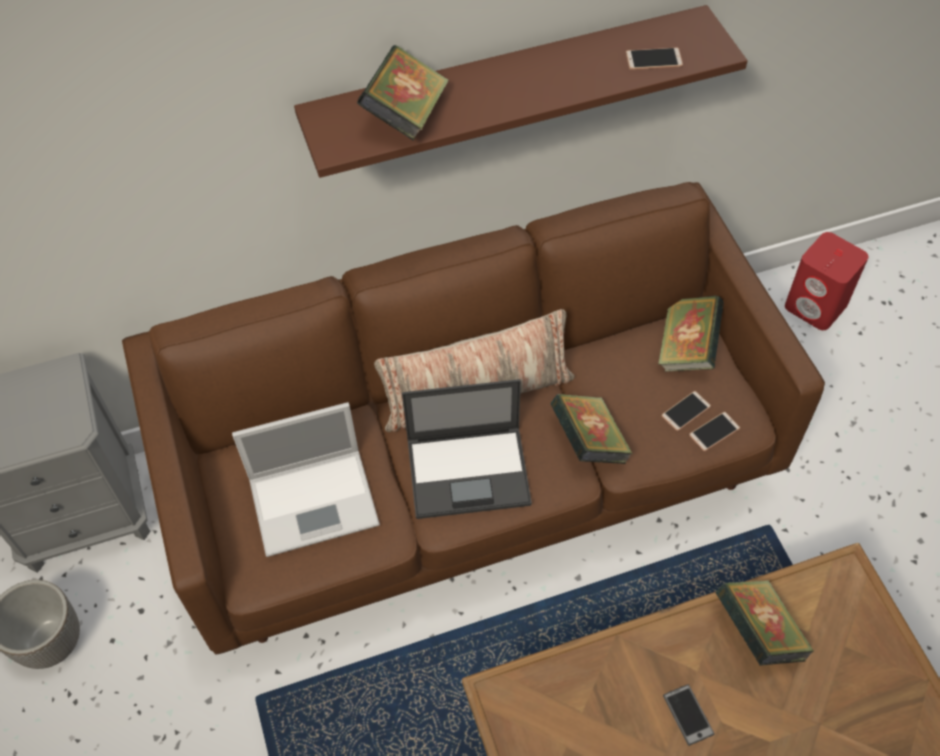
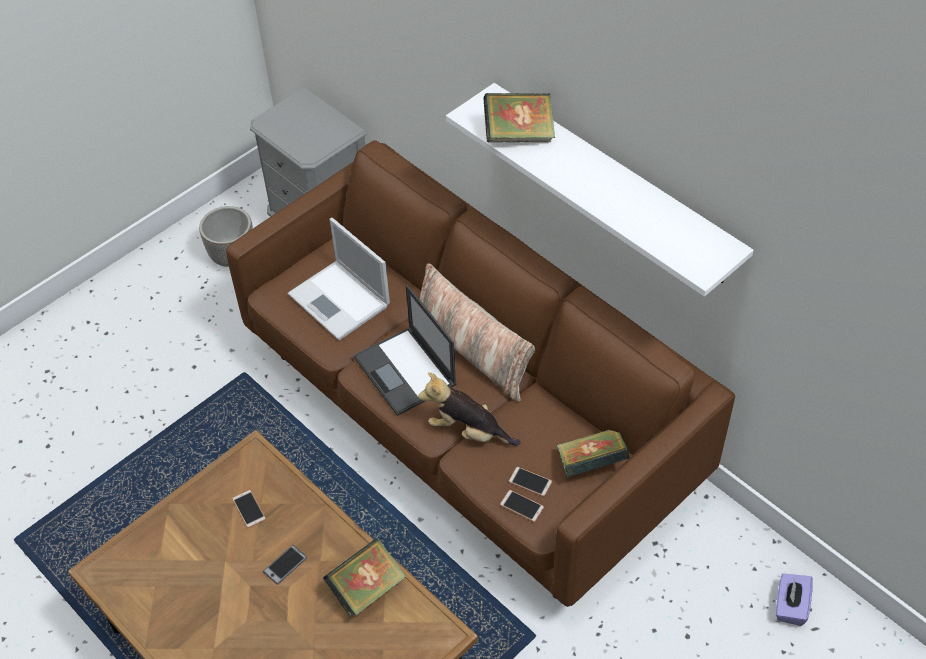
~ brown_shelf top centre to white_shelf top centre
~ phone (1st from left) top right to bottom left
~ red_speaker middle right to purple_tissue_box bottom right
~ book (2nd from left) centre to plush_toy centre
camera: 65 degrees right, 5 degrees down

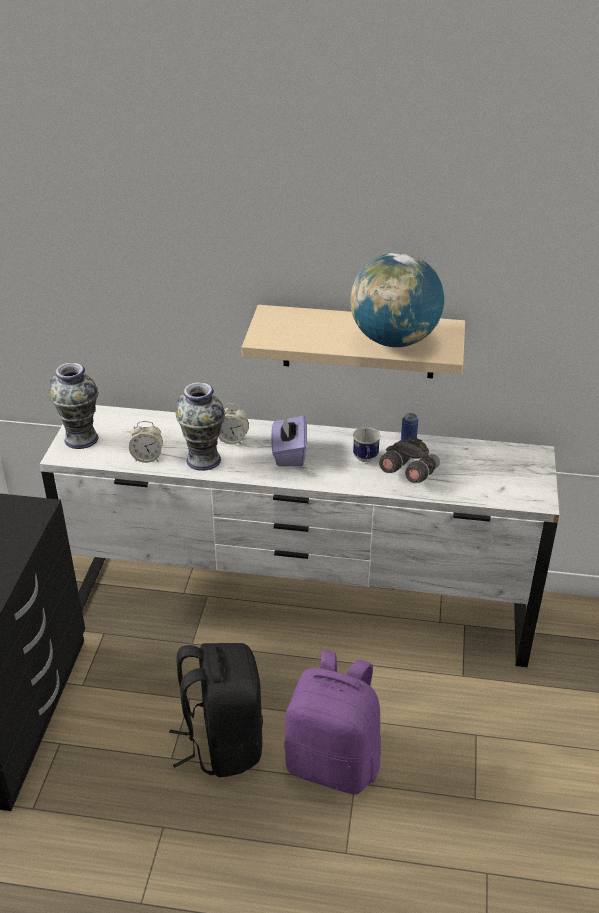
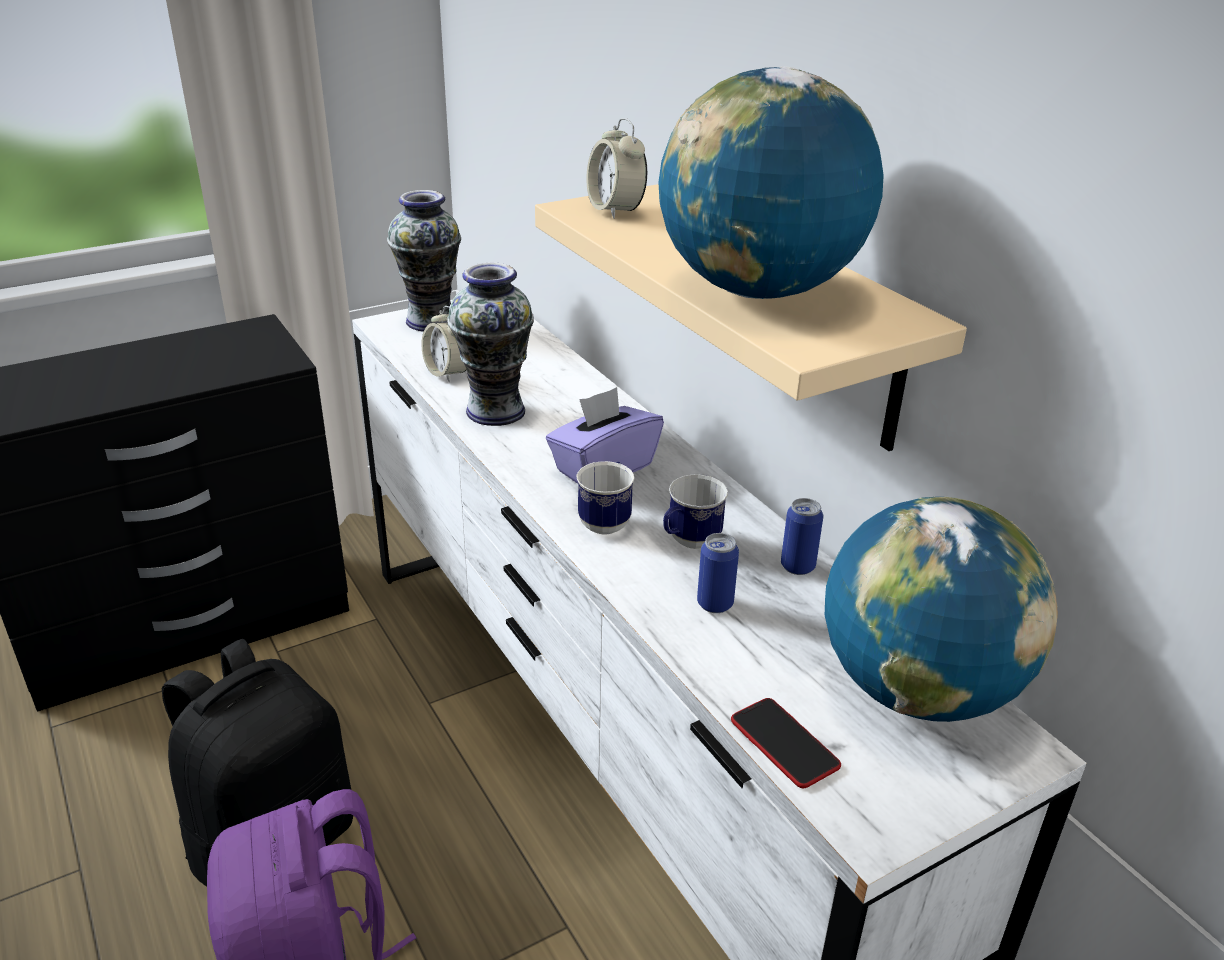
~ alarm_clock (2nd from left) centre to top centre
~ grey_binoculars middle right to can (1st from left) centre
+ mug (1st from left) centre
+ globe (2nd from left) middle right
+ phone bottom centre
camera: 50 degrees right, 5 degrees down

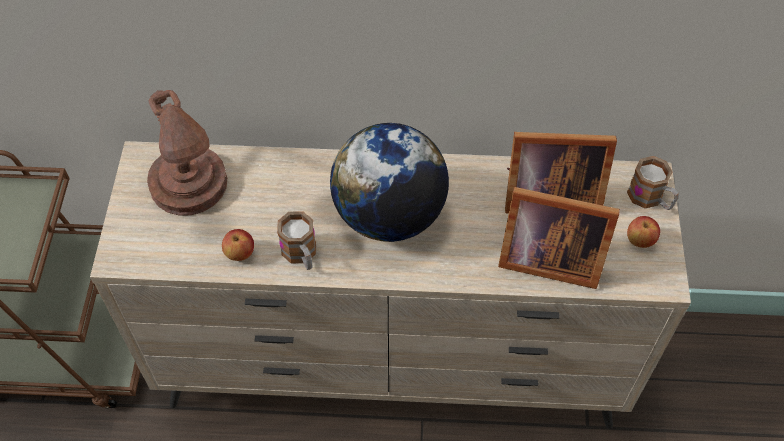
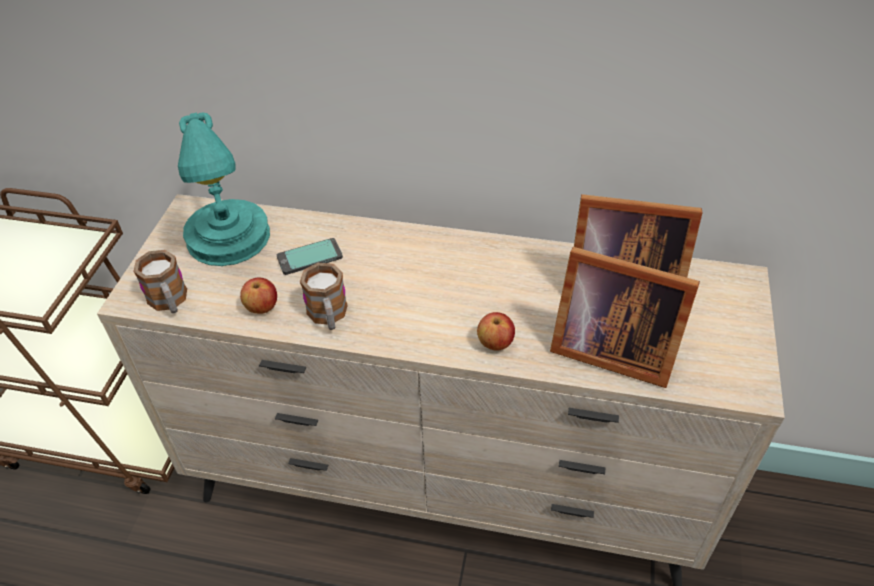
~ brown_table_lamp middle left to turquoise_table_lamp top left
- globe centre
~ mug (2nd from left in the first image) middle right to mug (1st from left) middle left
~ apple (2nd from left) middle right to centre
+ phone centre
camera: 10 degrees right, 10 degrees down

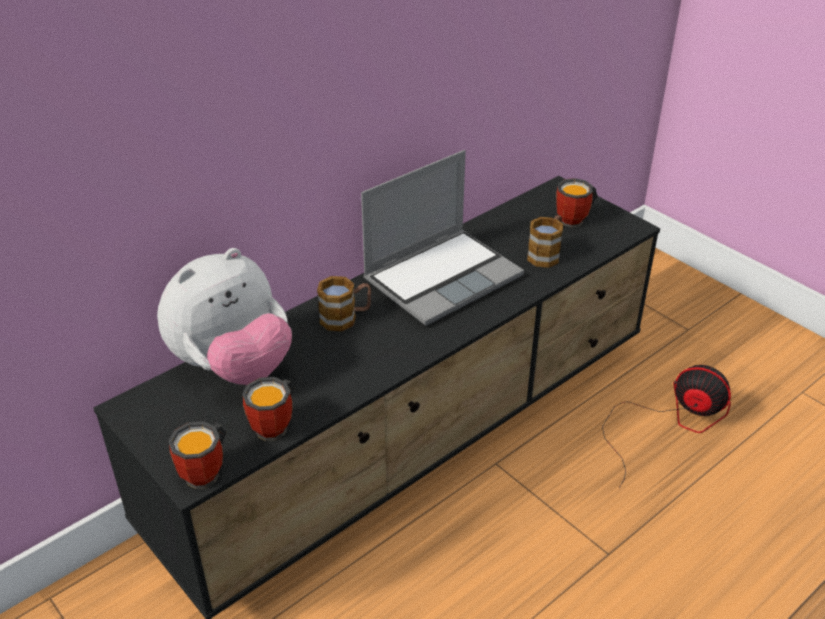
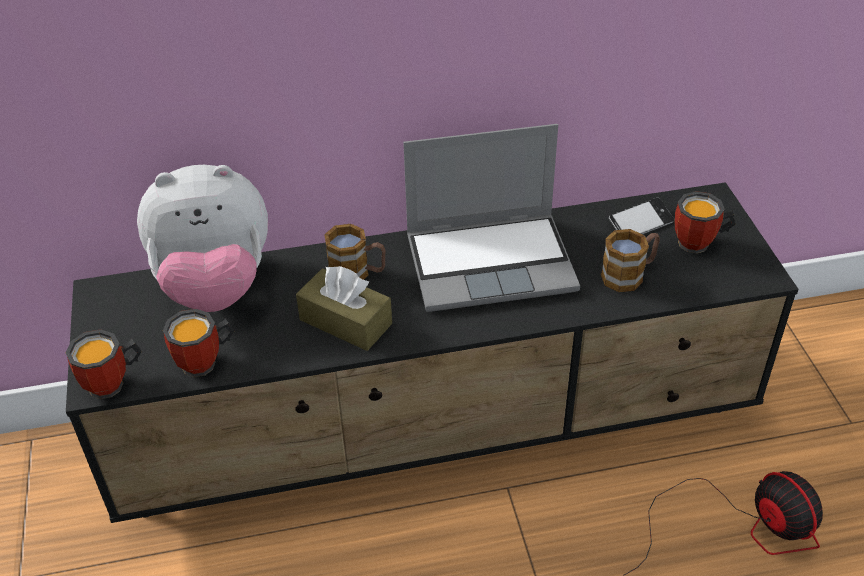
+ phone middle right
+ brown_tissue_box centre
camera: 30 degrees right, 5 degrees up

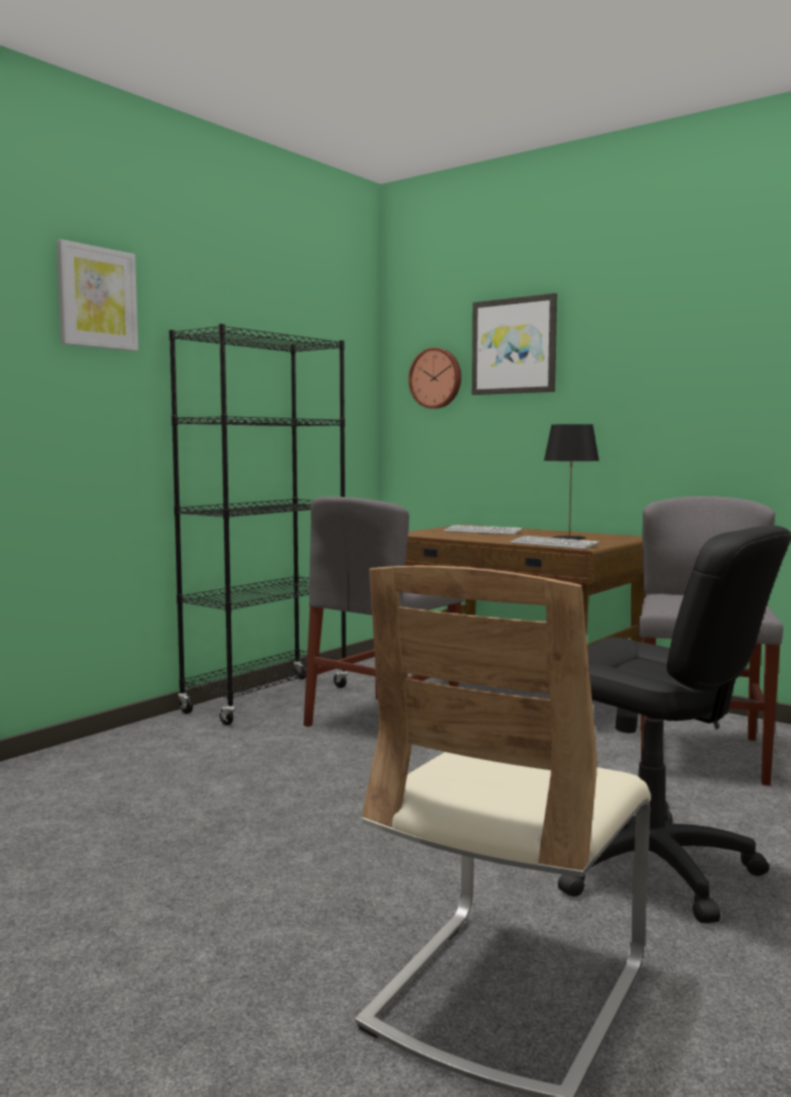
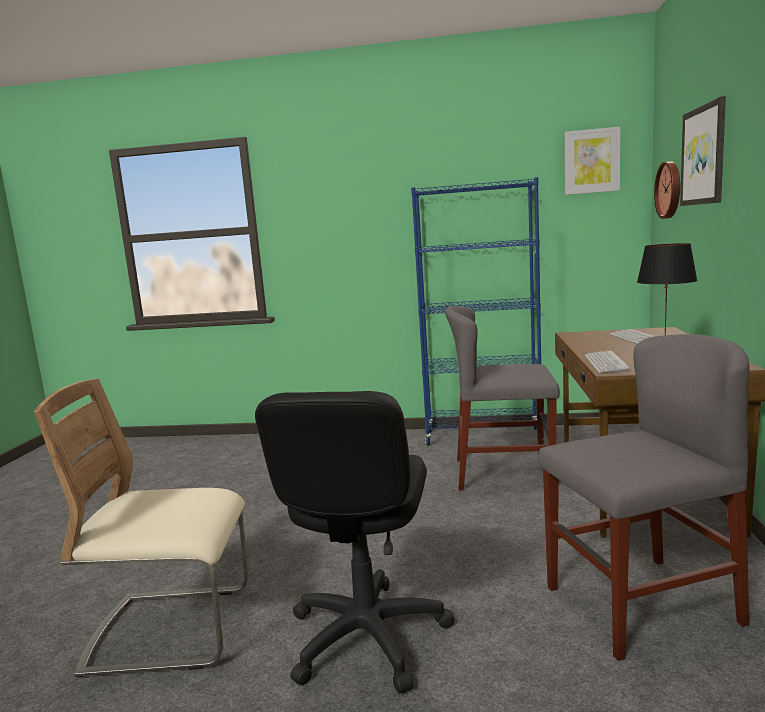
~ picture (1st from left) top left to top right
~ black_bookcase middle left to blue_bookcase centre
camera: 60 degrees right, 5 degrees up

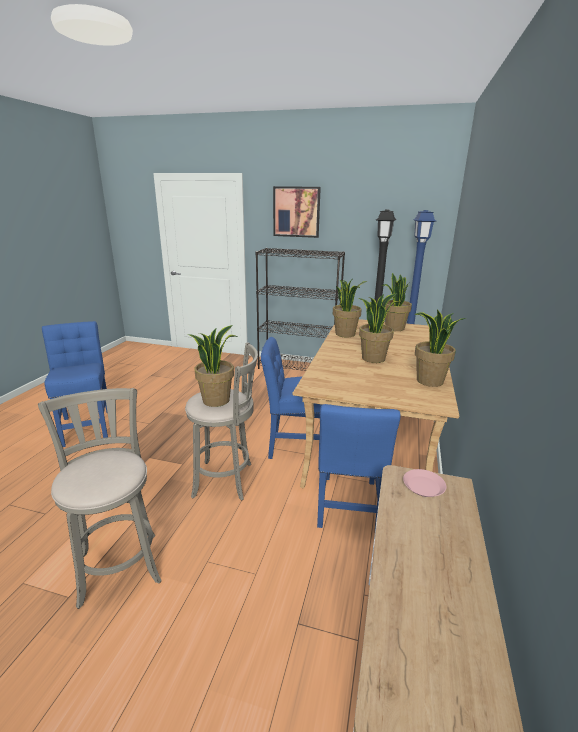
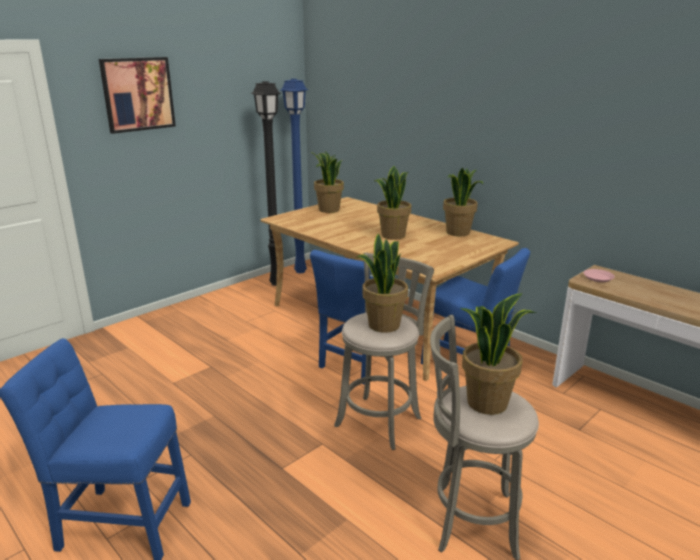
- black_bookcase centre
~ potted_plant (2nd from left in the first image) centre to potted_plant (5th from left) middle right
camera: 60 degrees left, 0 degrees up

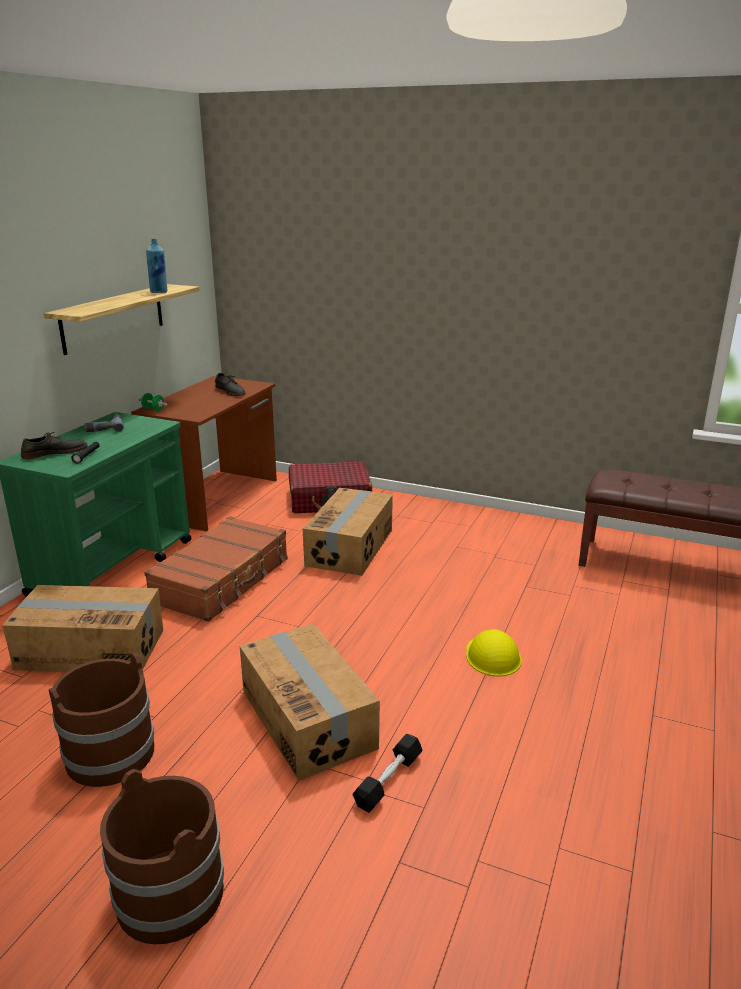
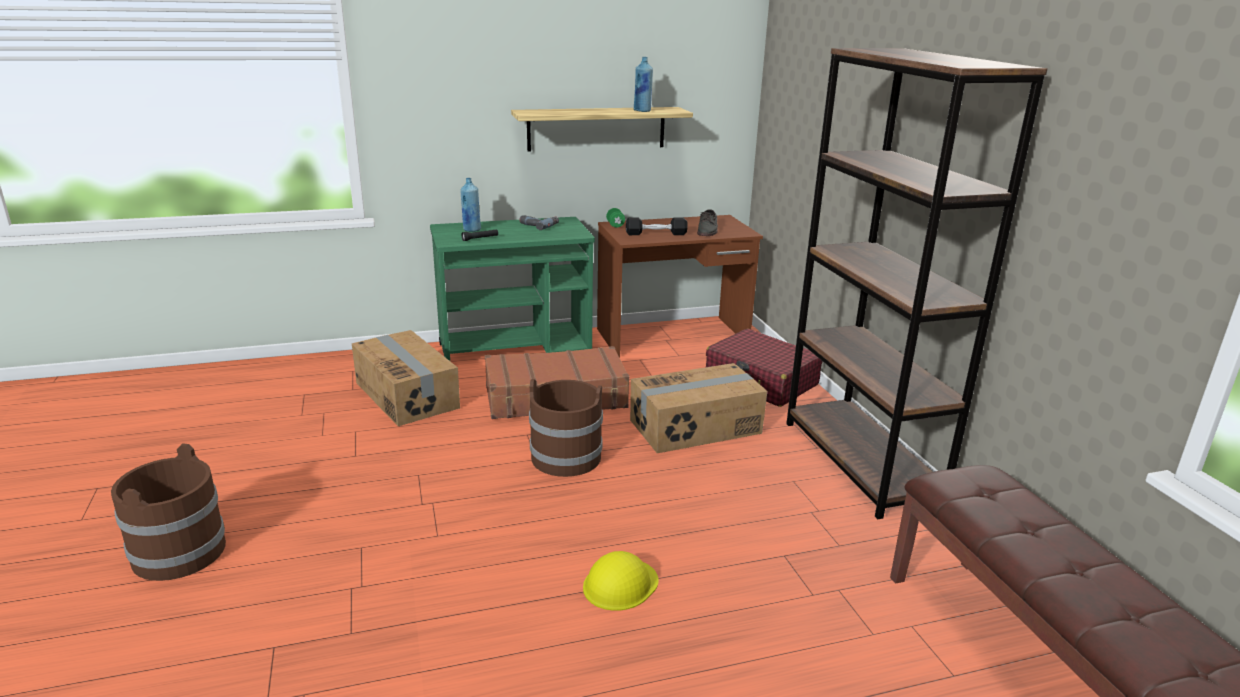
~ grey_shoe (1st from left) middle left to blue_bottle (1st from left) top centre
- cardboard_box (2nd from left) bottom centre
~ brown_bucket (1st from left in the first image) bottom left to brown_bucket (2nd from left) centre
~ black_dumbbell bottom centre to top centre
+ brown_bookcase middle right
camera: 50 degrees right, 0 degrees up

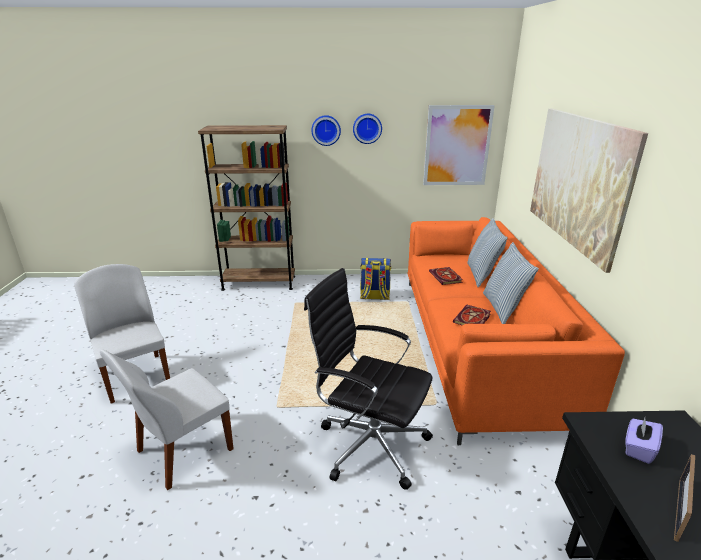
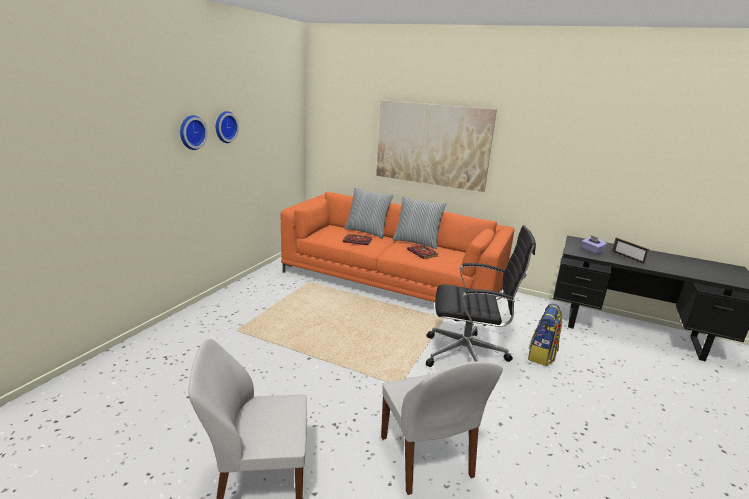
- picture (1st from left) top centre
- brown_bookcase centre
~ backpack centre to bottom right
~ black_office_chair bottom centre = centre 135 degrees counterclockwise
camera: 65 degrees left, 5 degrees down

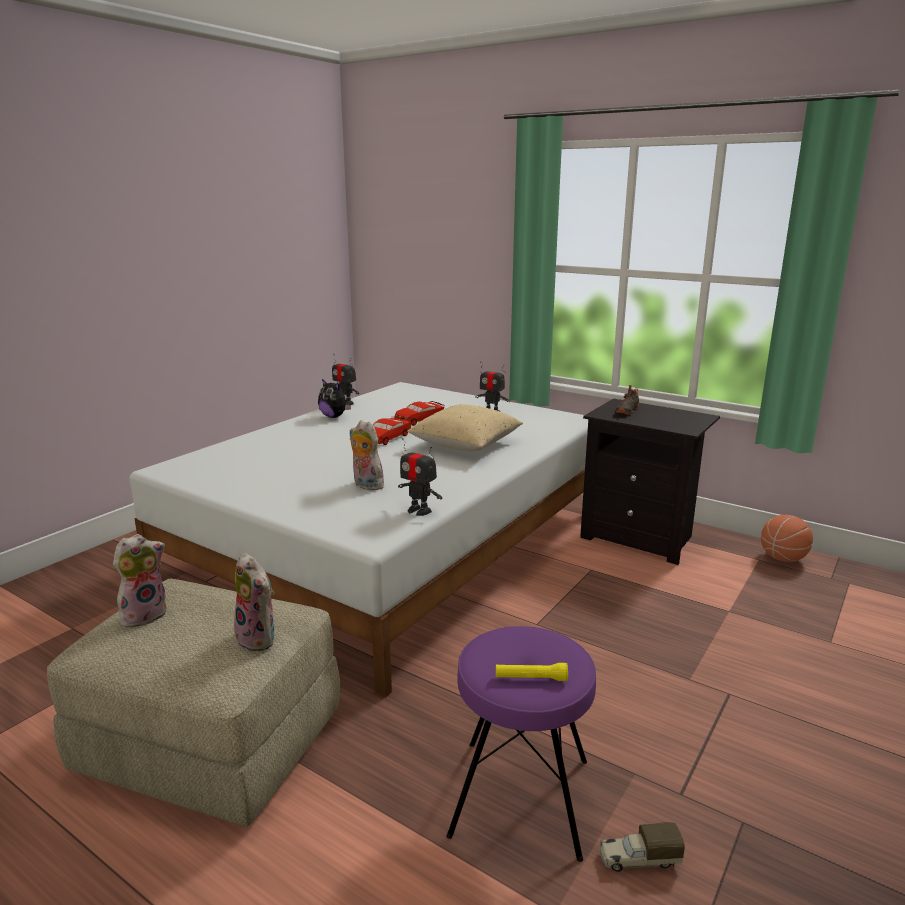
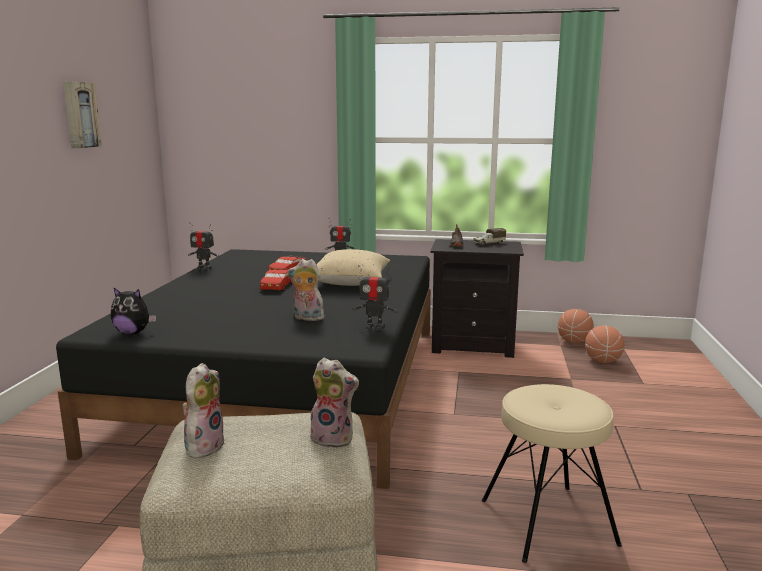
~ plush_toy (3rd from left in the first image) centre to plush_toy (1st from left) middle left
~ white_bed centre to black_bed middle left
~ purple_stool bottom centre to beige_stool bottom right
- yellow_flashlight bottom centre
~ toy_truck bottom right to centre
+ picture top left
+ basketball (2nd from left) middle right
camera: 25 degrees left, 5 degrees down

